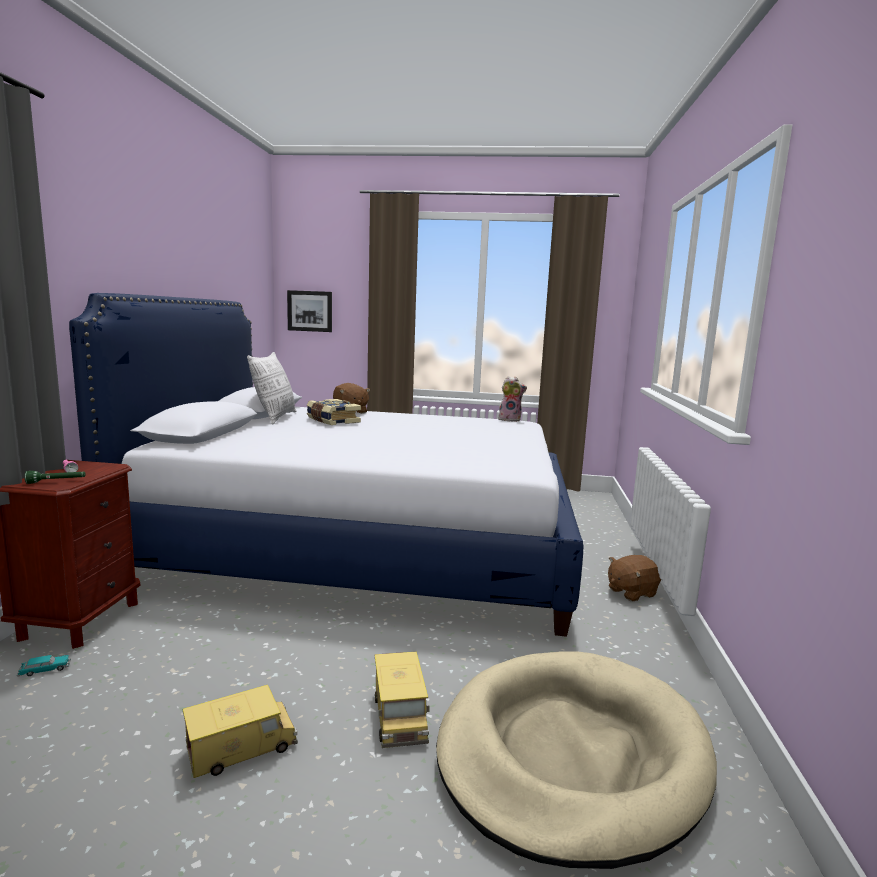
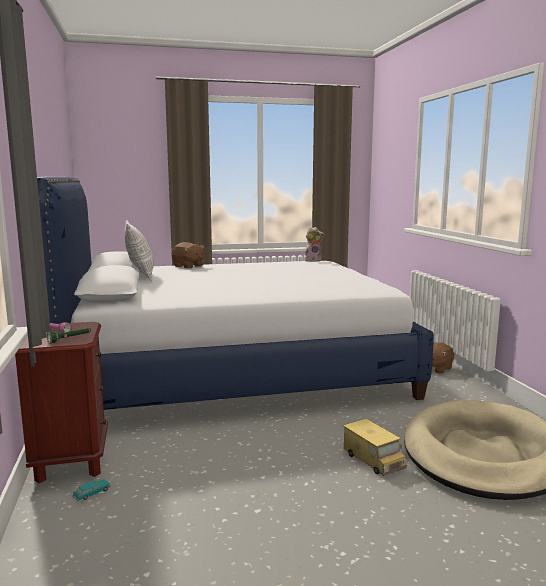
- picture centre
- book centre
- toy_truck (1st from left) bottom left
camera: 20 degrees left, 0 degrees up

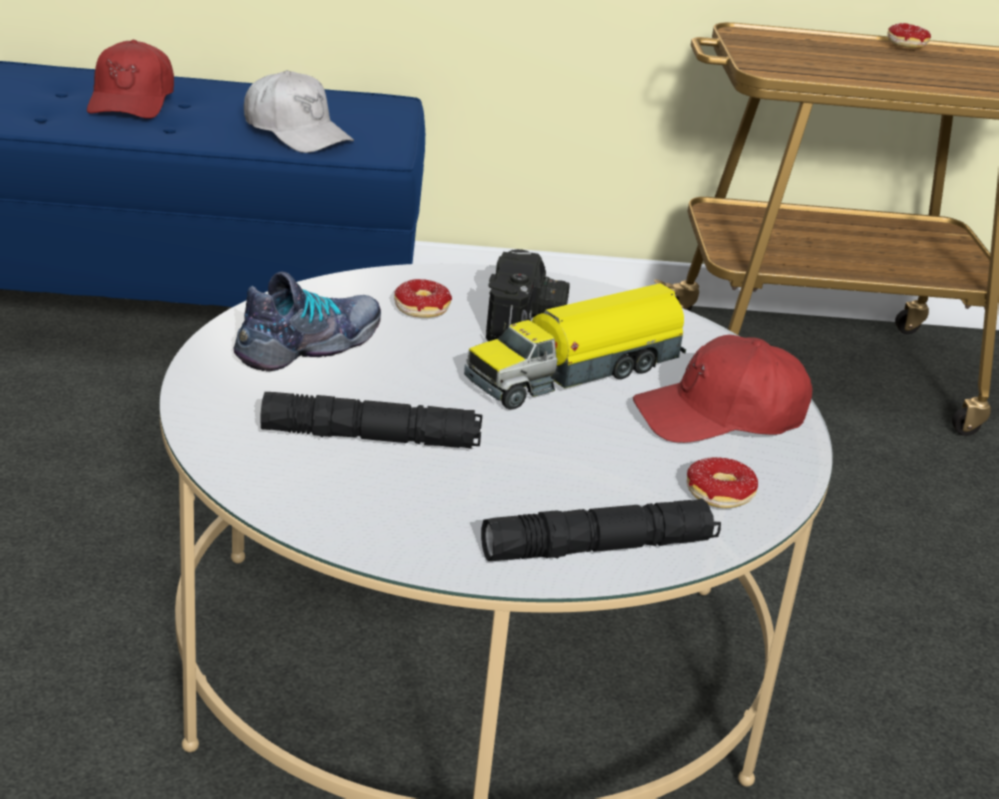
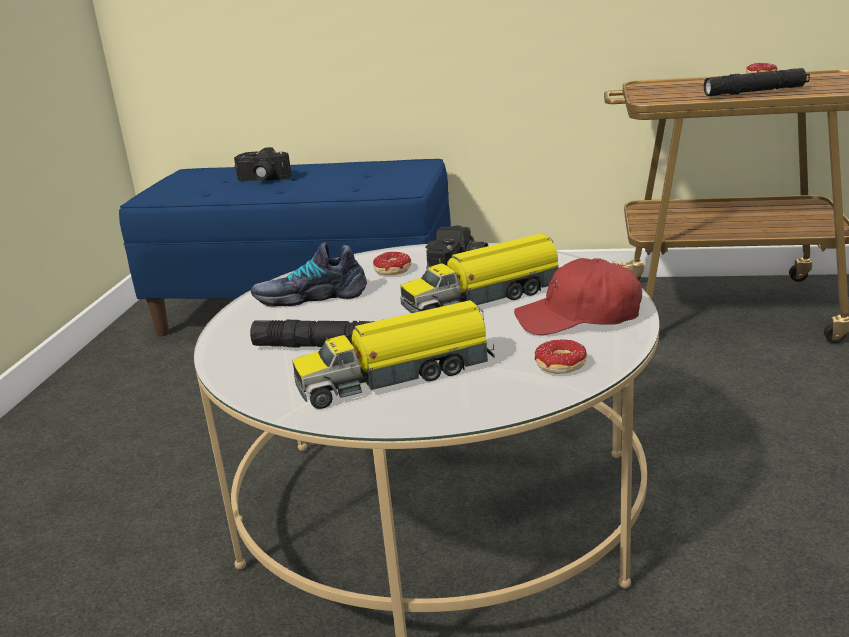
~ red_cap (1st from left) top left to photo_camera (1st from left) top left
- white_cap top left
~ shoe middle left = centre 150 degrees counterclockwise
~ black_flashlight (2nd from left) centre to top right
+ toy_truck (1st from left) centre
camera: 15 degrees right, 5 degrees down

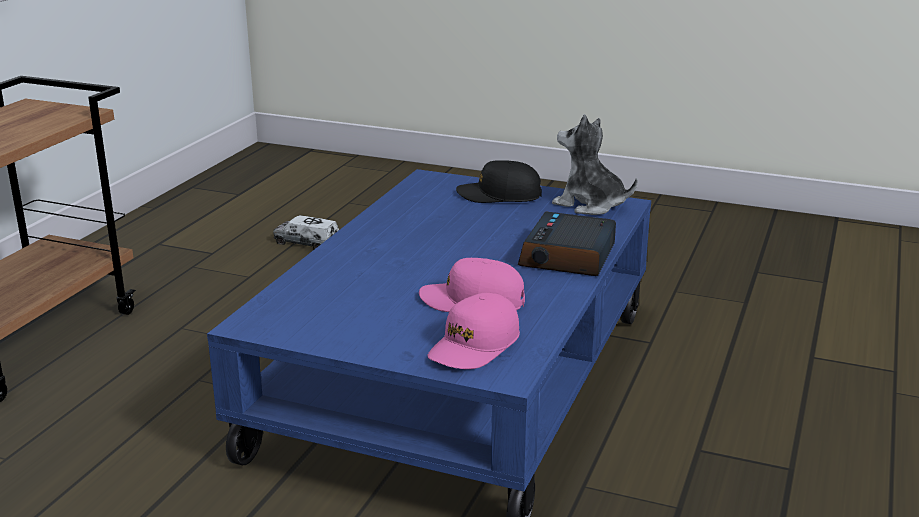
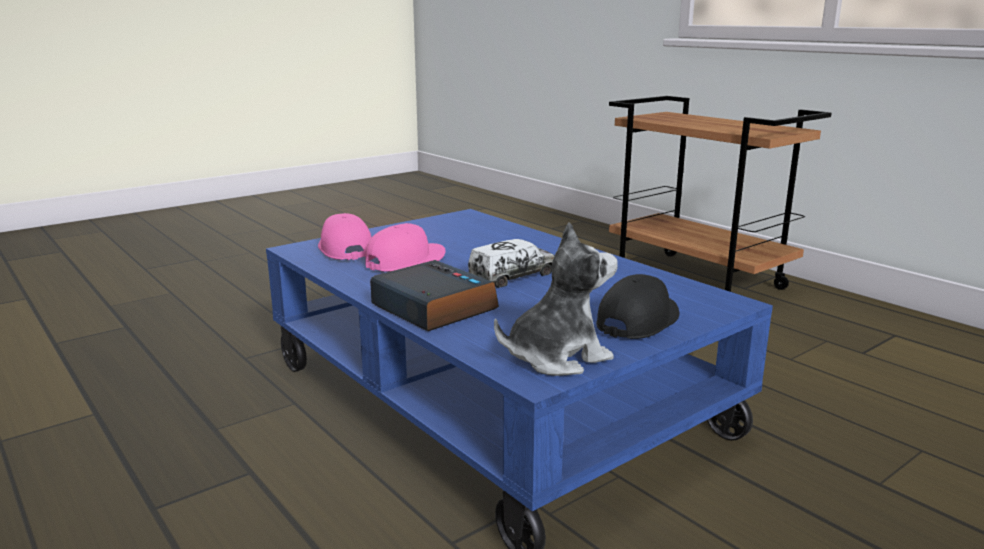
~ toy_truck middle left to centre
camera: 120 degrees right, 5 degrees down

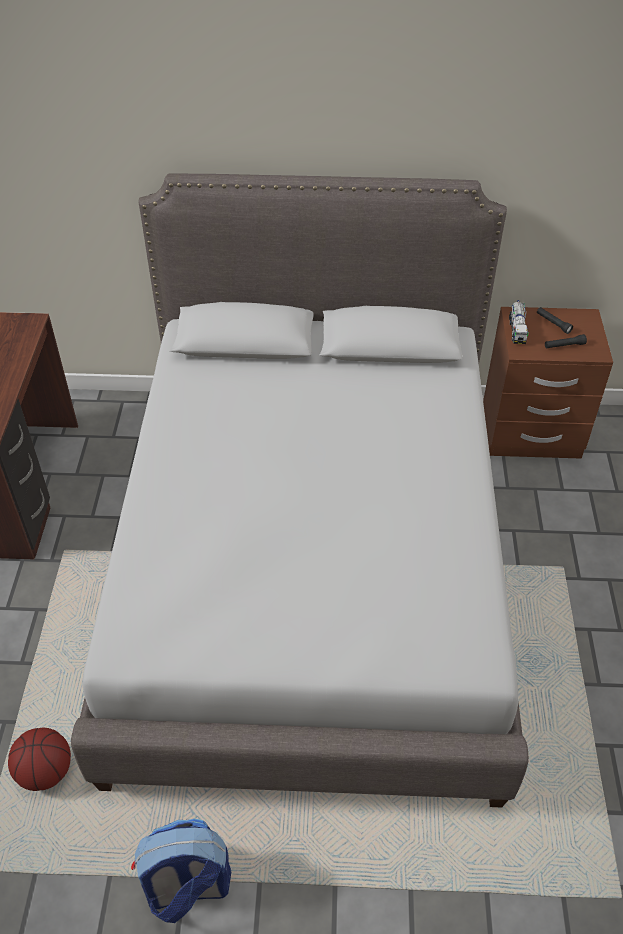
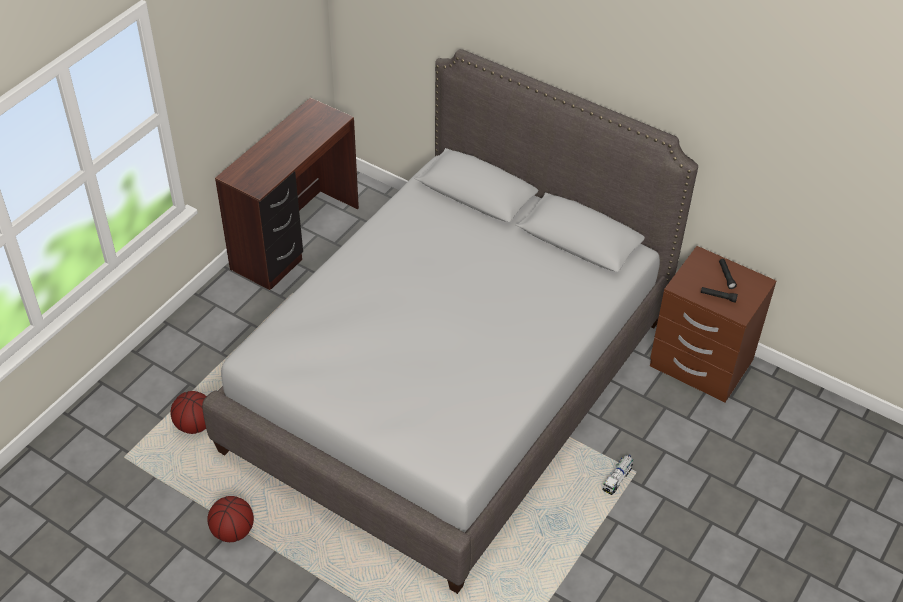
~ toy_truck middle right to bottom right
~ backpack bottom left to basketball (2nd from left) bottom left
camera: 30 degrees right, 0 degrees up

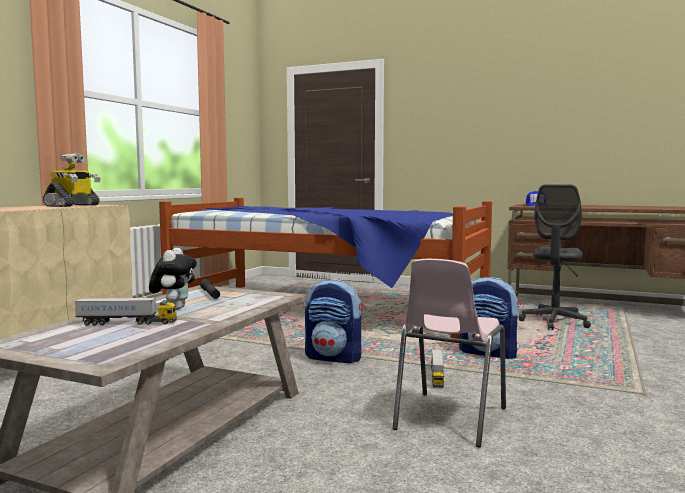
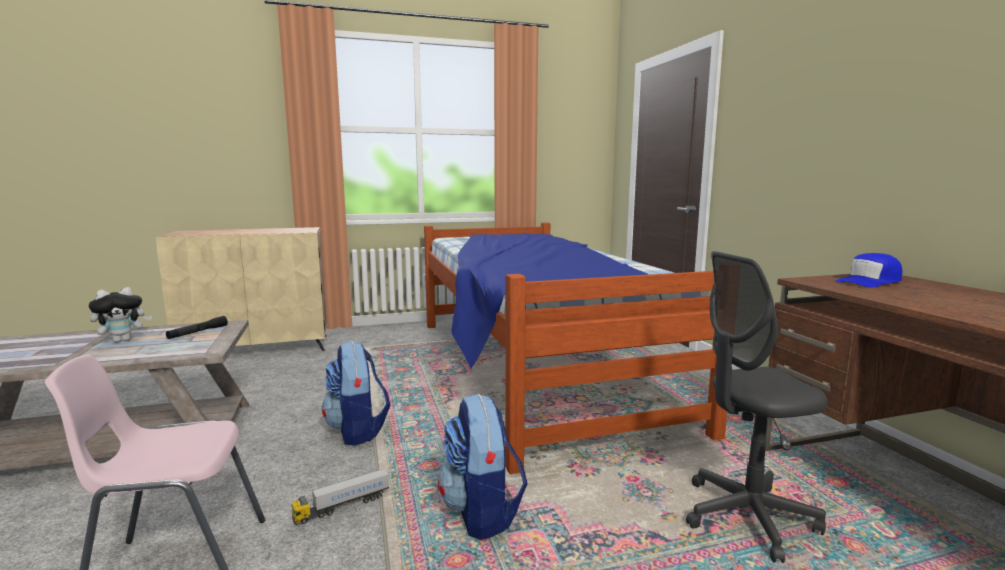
- toy_robot middle left
- toy_truck (1st from left) middle left
camera: 50 degrees right, 5 degrees up

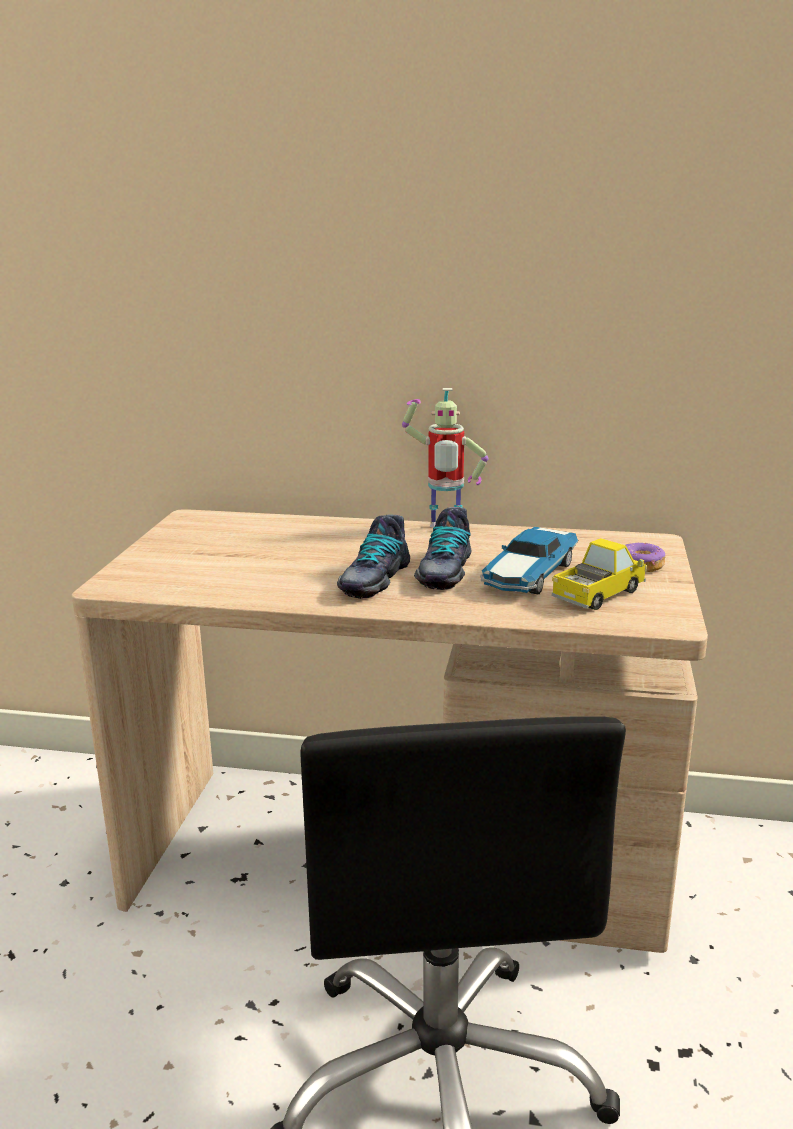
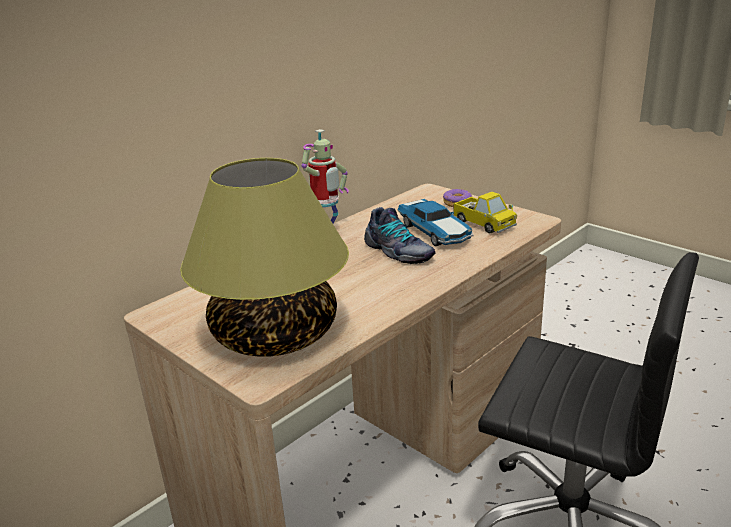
- shoe (1st from left) centre
~ toy_truck middle right = centre 150 degrees clockwise
+ table_lamp centre
camera: 55 degrees left, 5 degrees up

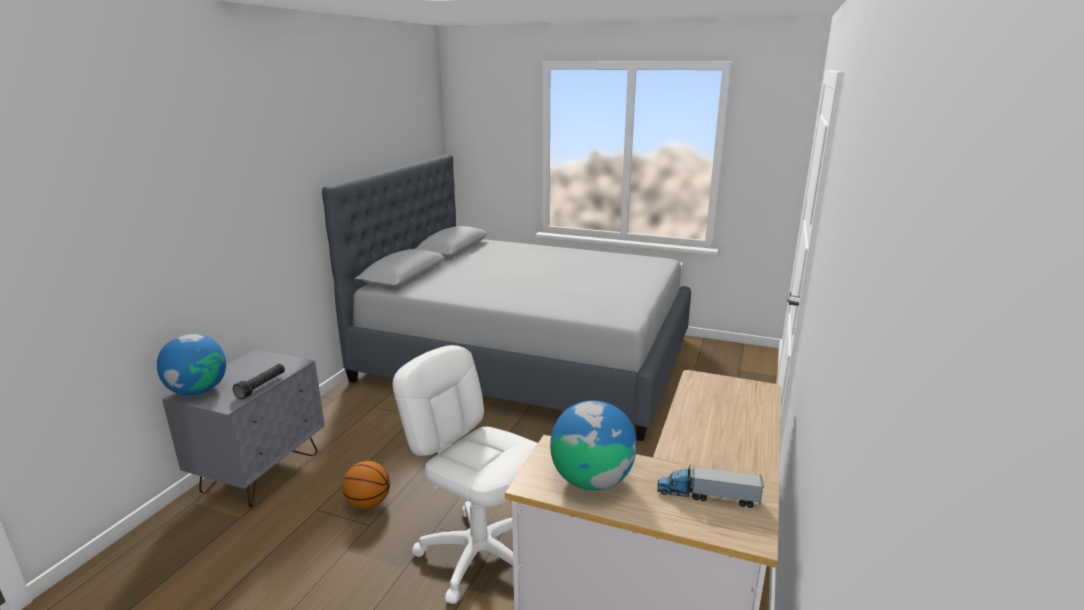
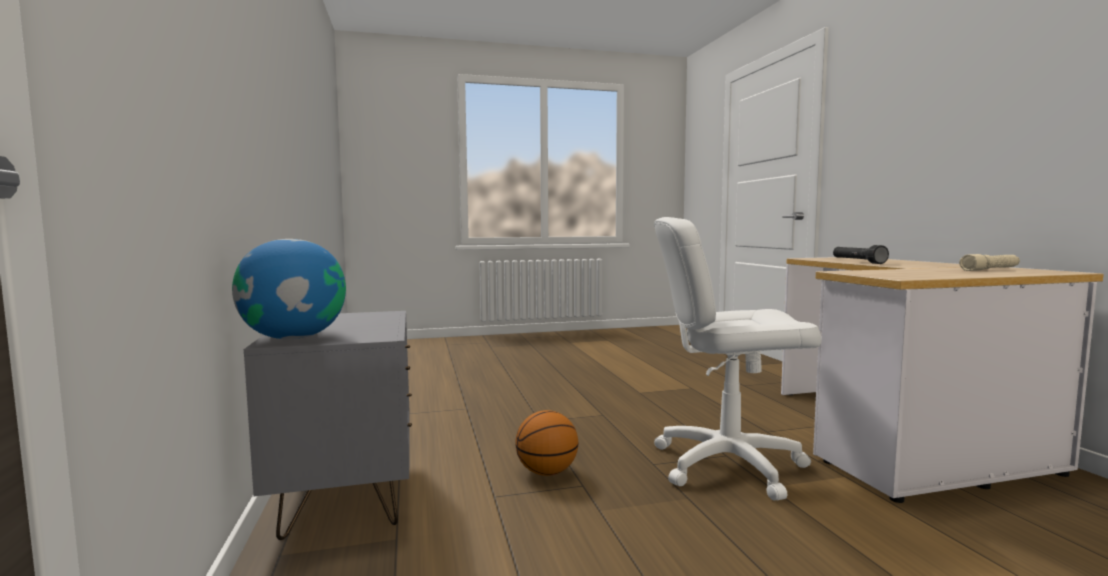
- grey_bed centre
~ black_flashlight middle left to middle right
- globe (2nd from left) bottom centre
~ toy_truck bottom centre to beige_flashlight middle right
camera: 35 degrees left, 15 degrees down

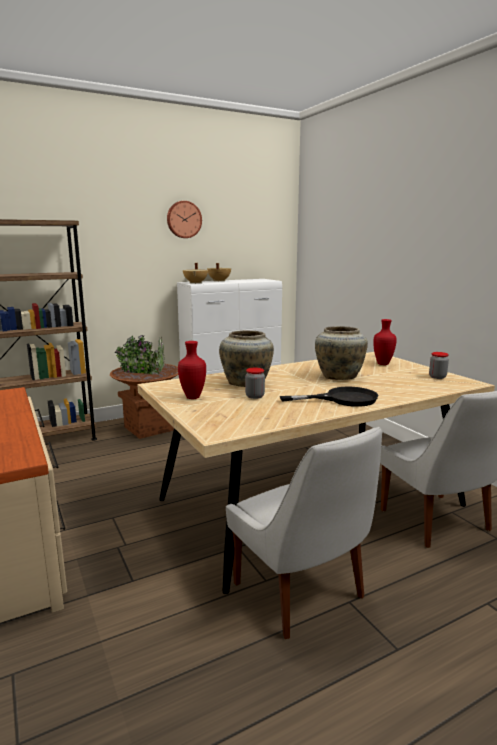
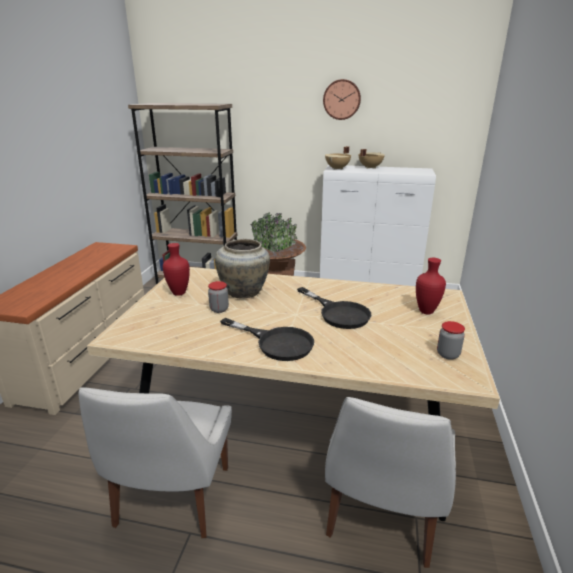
~ beige_vase (2nd from left) middle right to black_frying_pan (2nd from left) centre
camera: 40 degrees right, 10 degrees up

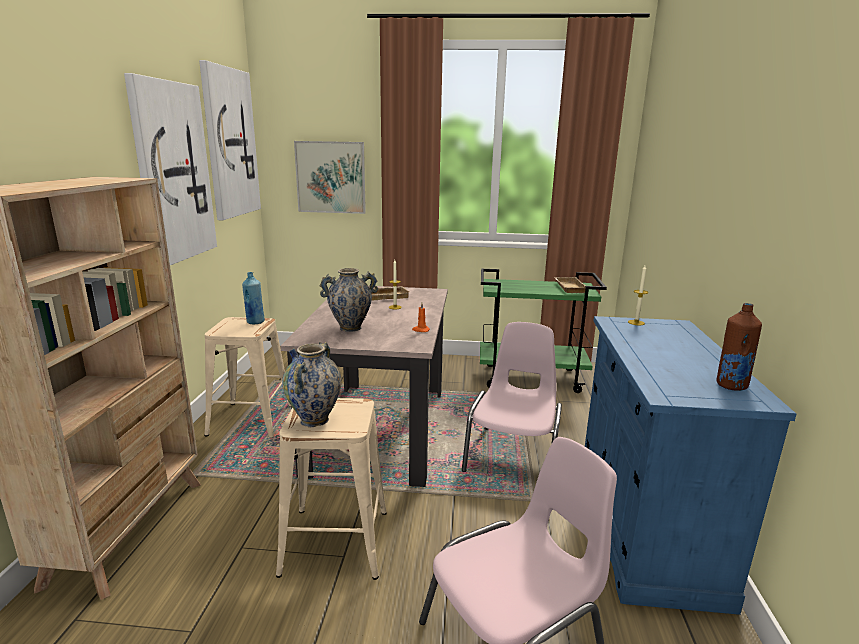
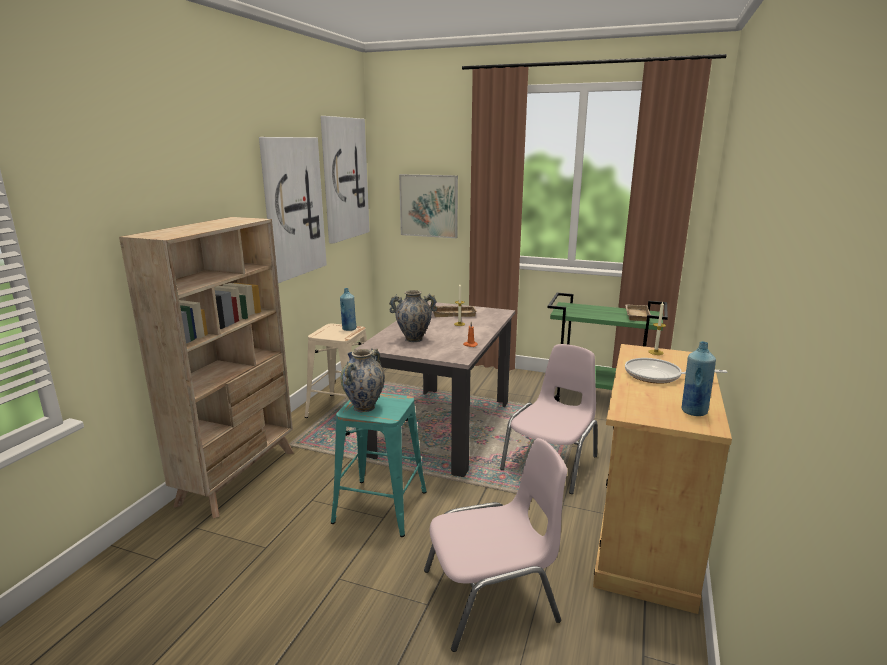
~ brown_bottle middle right to blue_bottle (2nd from left) middle right
~ blue_cabinet bottom right to beige_cabinet bottom right
~ beige_stool (2nd from left) bottom centre to turquoise_stool bottom centre
+ frying_pan middle right
camera: 15 degrees right, 0 degrees up

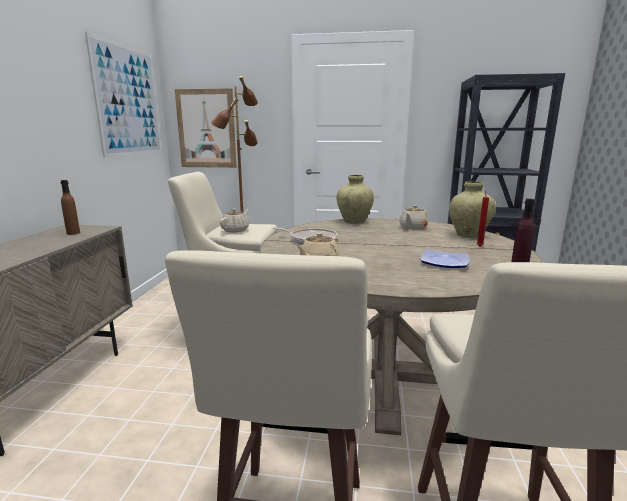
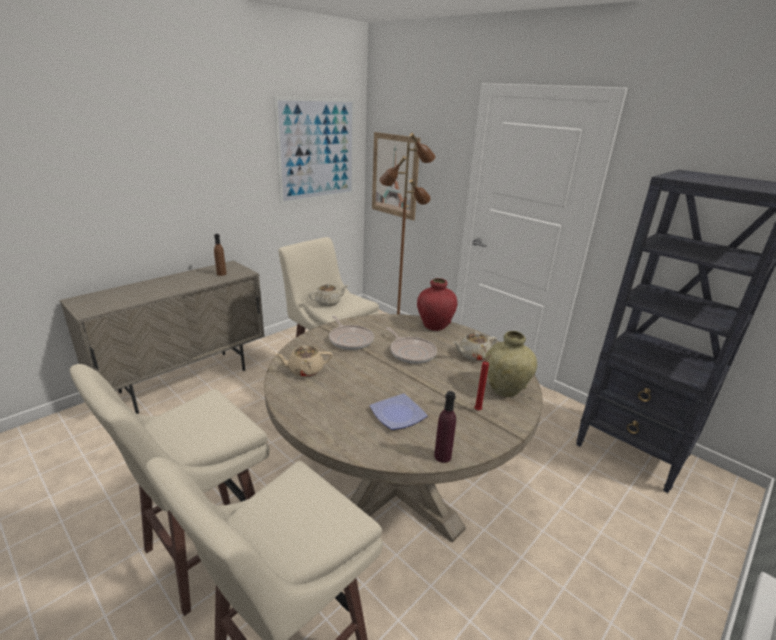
~ beige_vase (1st from left) centre to red_vase centre
+ frying_pan (2nd from left) centre
camera: 35 degrees right, 10 degrees up

